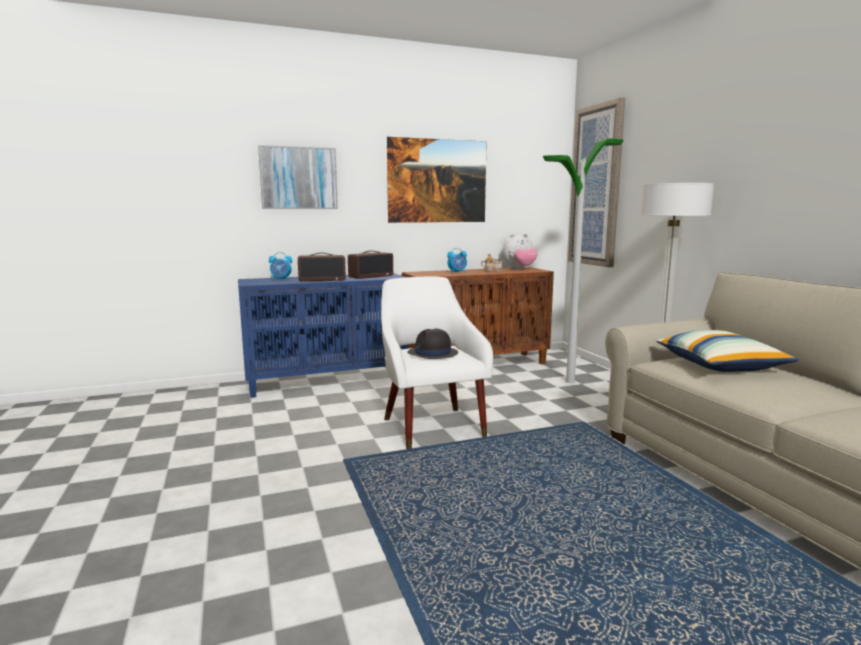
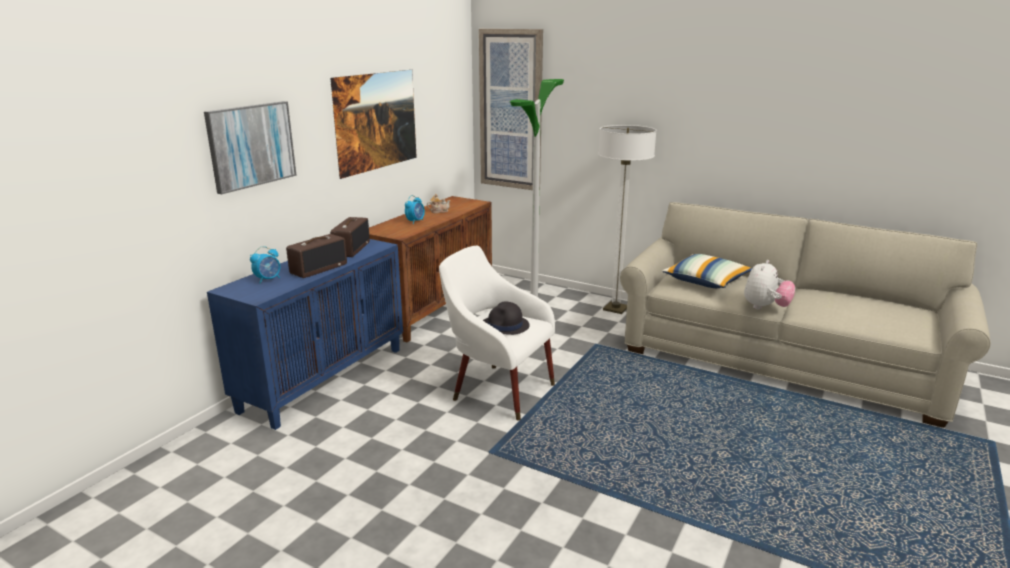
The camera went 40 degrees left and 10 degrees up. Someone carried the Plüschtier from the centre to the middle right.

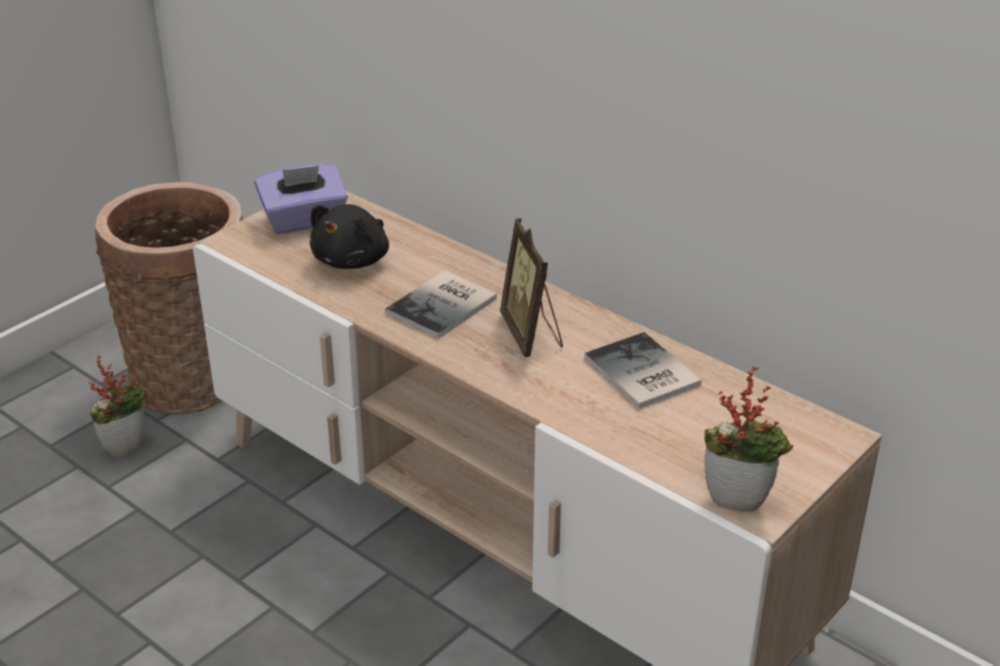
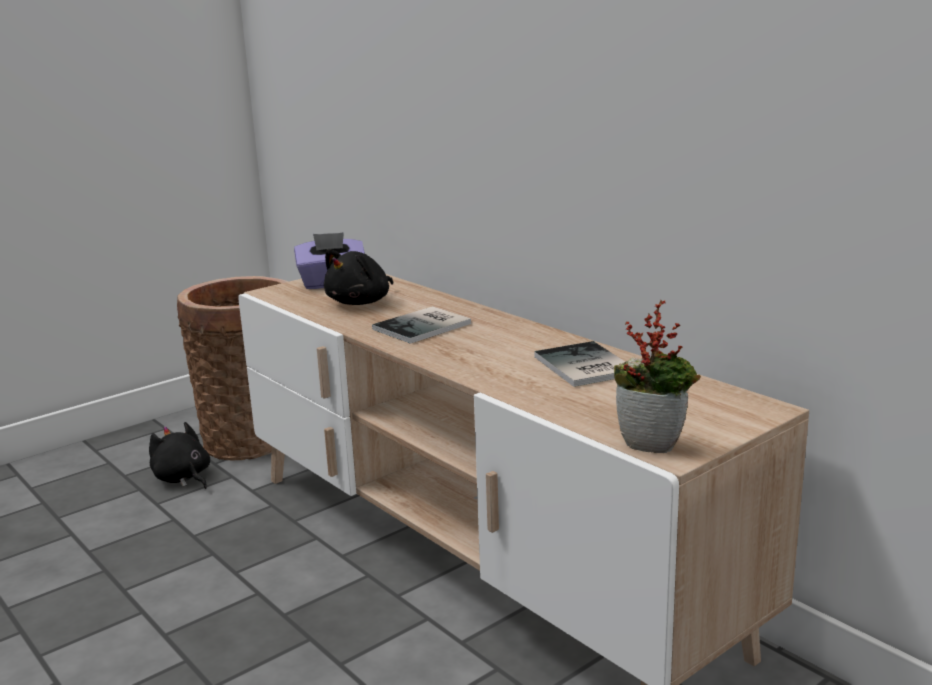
The camera went 10 degrees right and 15 degrees down. Someone swapped the Topfpflanze (no. 1 from left) at the middle left for the Plüschtier/schwarz (no. 1 from left) at the middle left. Someone took away the Bilderrahmen at the centre.

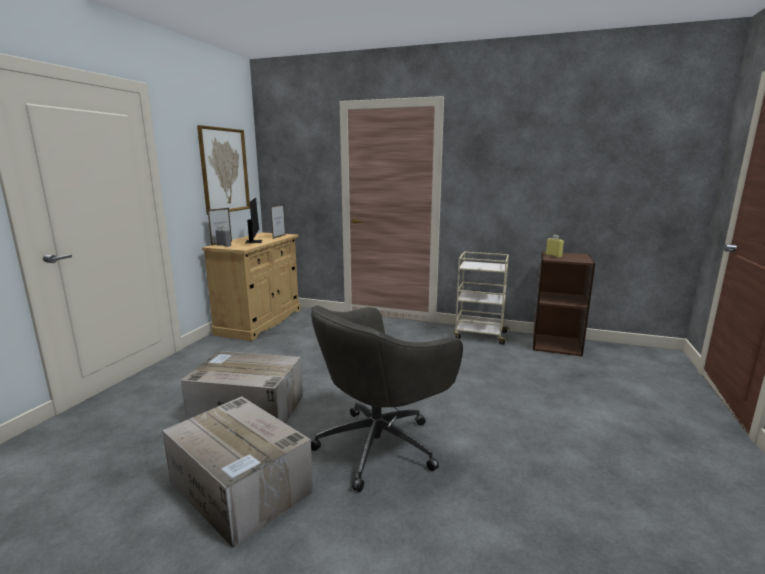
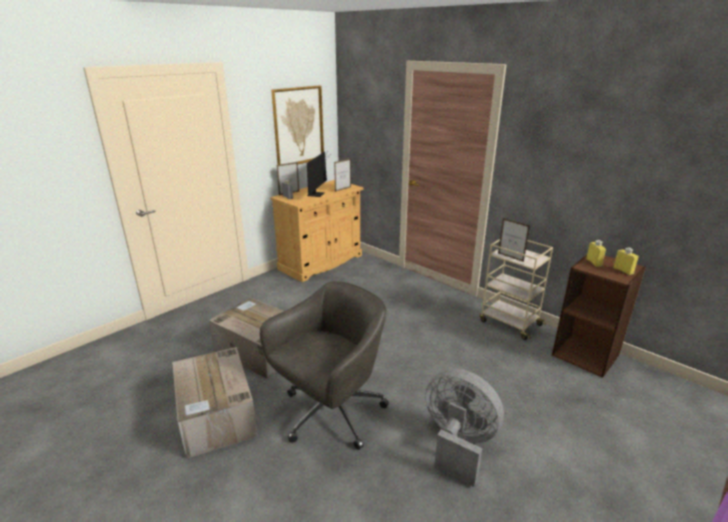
The camera went 25 degrees right and 10 degrees up. Someone rotated the Bürostuhl/grau at the bottom centre by 150 degrees clockwise. Someone put down the Ventilator/grau at the bottom centre. Someone put down the Bilderrahmen (no. 3 from left) at the middle right. Someone put down the Flasche/gelb (no. 2 from left) at the middle right.

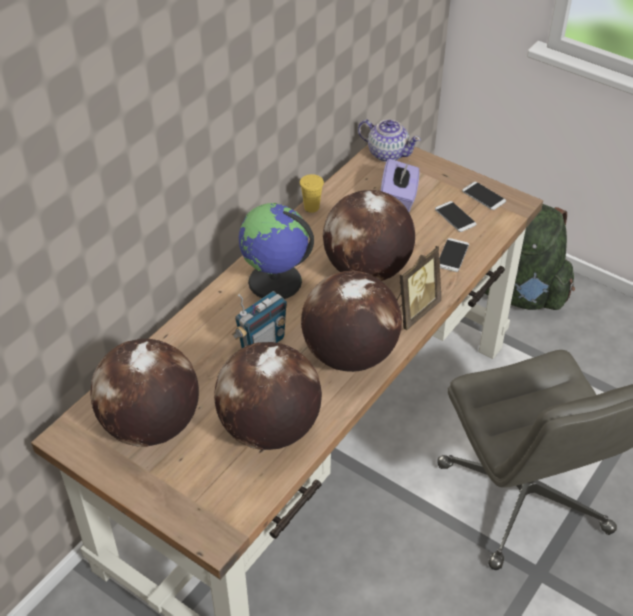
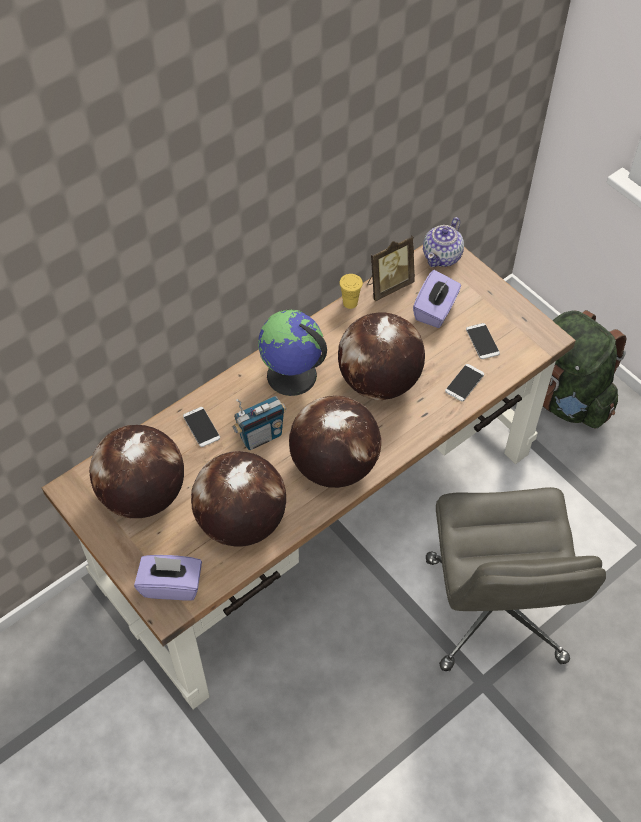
The camera went 15 degrees right and 10 degrees up. Someone rotated the Teekanne at the top centre by 75 degrees clockwise. Someone carried the Bilderrahmen from the centre to the top centre. Someone carried the Handy (no. 3 from left in the first image) from the top right to the middle left. Someone put down the Taschentuchbox/lila (no. 1 from left) at the bottom left.

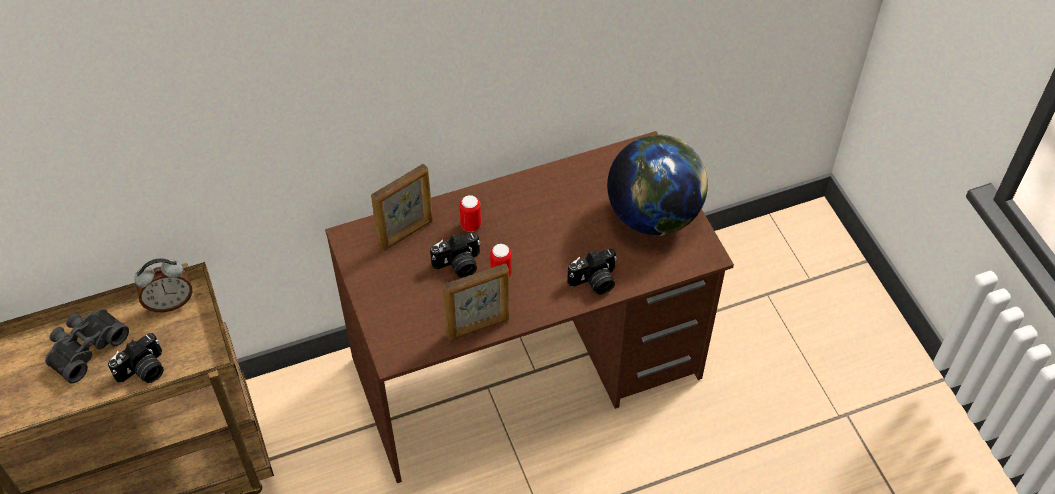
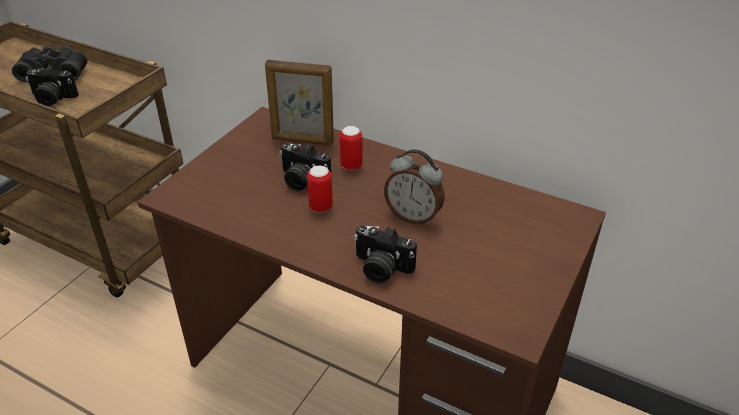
The camera went 50 degrees right and 15 degrees down. Someone carried the Wecker from the middle left to the centre. Someone took away the Bilderrahmen (no. 2 from left) at the centre. Someone took away the Globus at the centre.

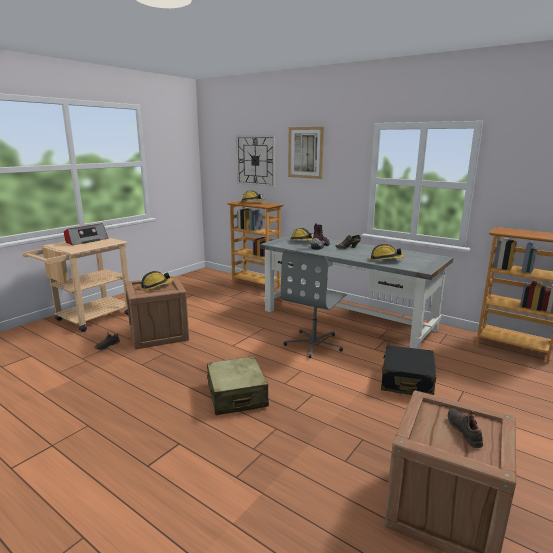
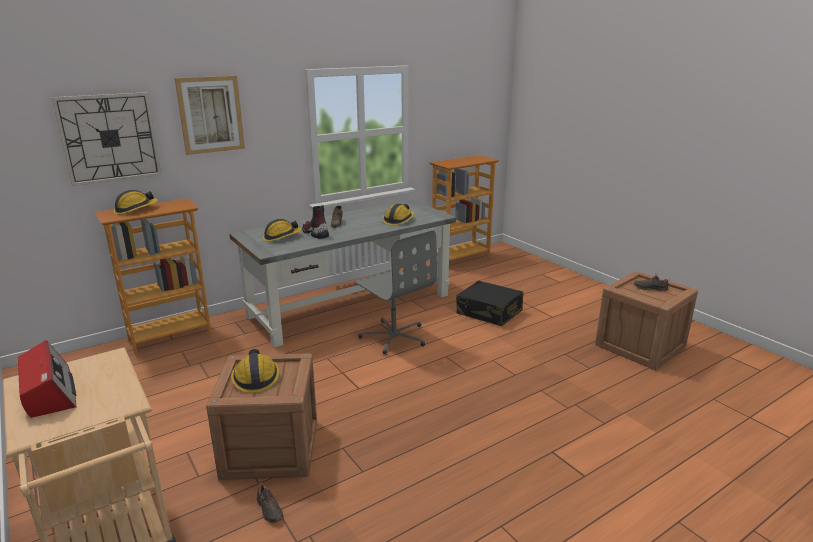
The camera went 70 degrees left and 5 degrees up. Someone took away the Koffer/beige at the bottom centre.

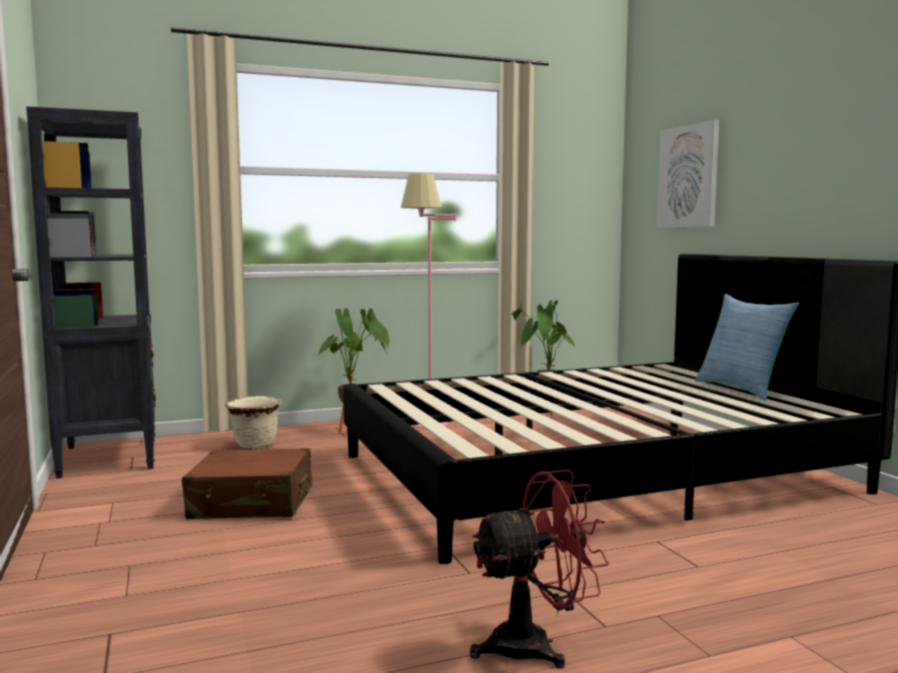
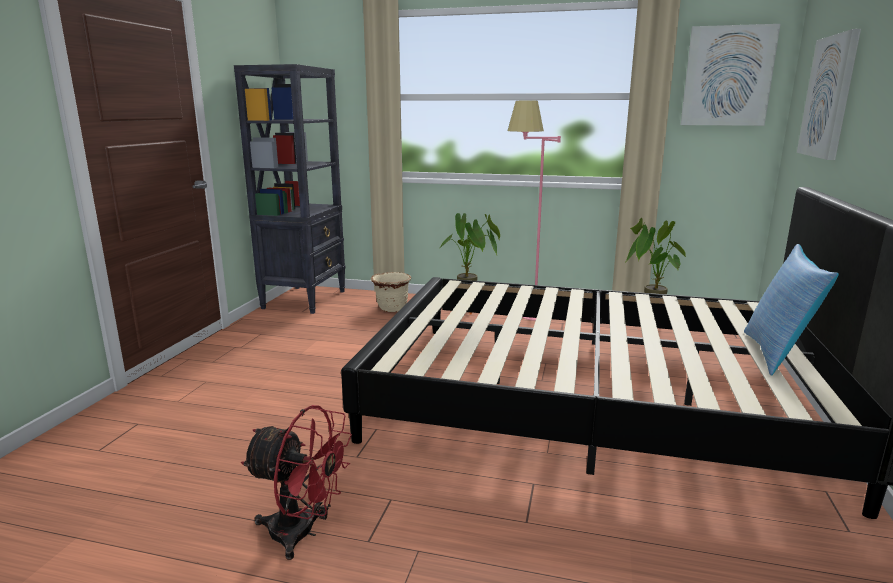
The camera went 35 degrees right and 10 degrees up. Someone took away the Koffer/braun at the bottom left. Someone put up the Bild (no. 1 from left) at the top right.

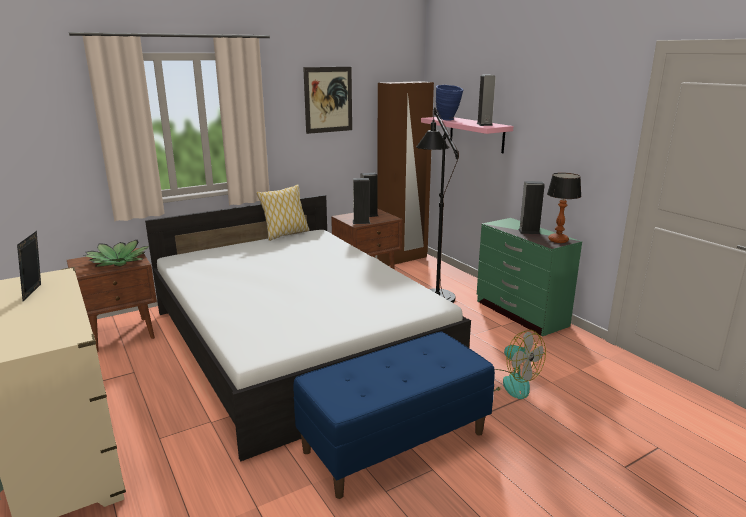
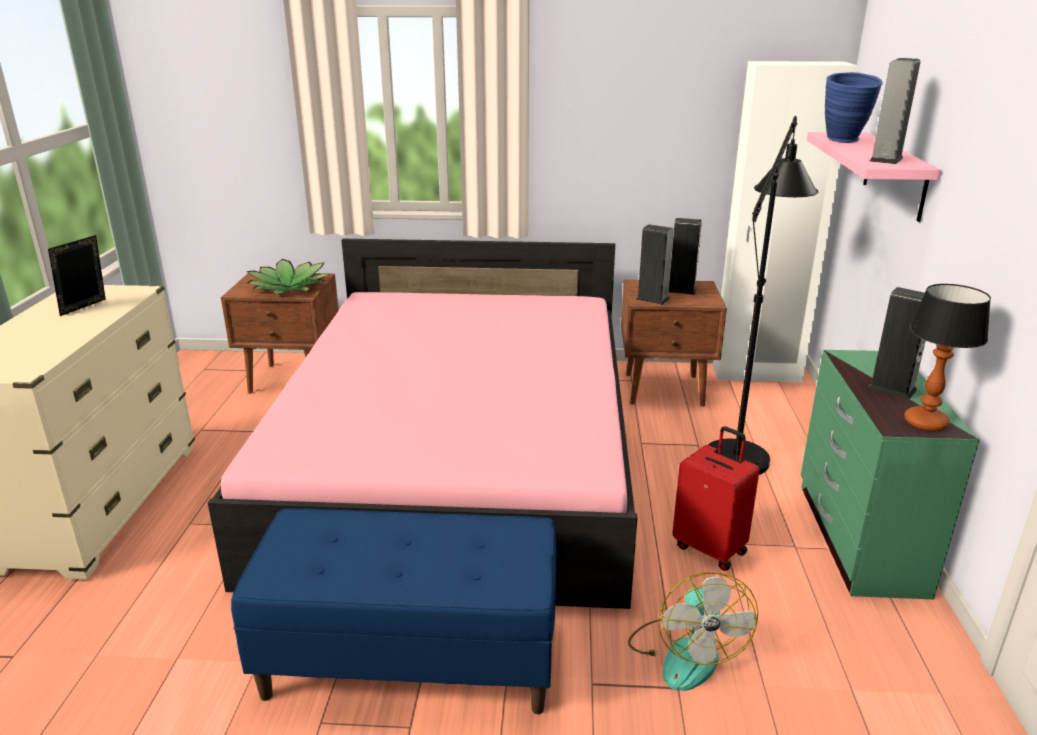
The camera went 35 degrees right and 5 degrees up. Someone repainted the Bett/weiß at the centre, which became the Bett/rosa at the centre. Someone took away the Kissen at the centre. Someone took away the Bild at the top centre. Someone repainted the Kleiderschrank/braun at the centre, which became the Kleiderschrank/weiß at the top right. Someone put down the Koffer/rot at the bottom right.

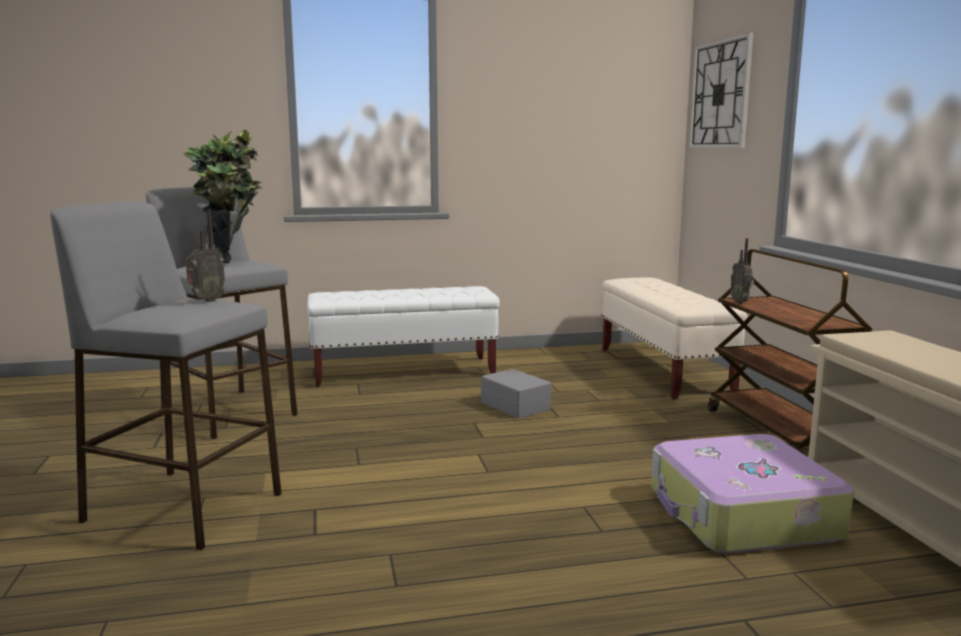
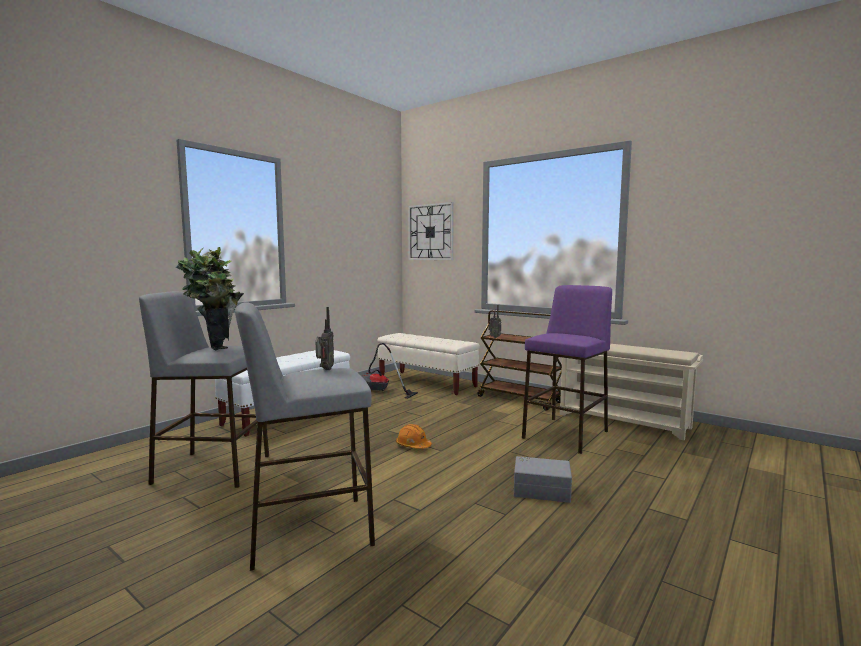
The camera went 40 degrees left and 5 degrees down. Someone carried the Aufbewahrungsbox/grau from the centre to the bottom centre. Someone swapped the Koffer at the bottom right for the Hocker/lila at the centre. Someone put down the Staubsauger at the centre. Someone put down the Schutzhelm/orange at the bottom centre.

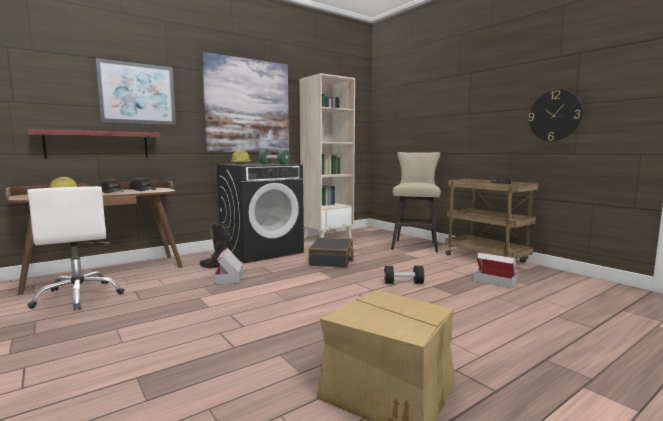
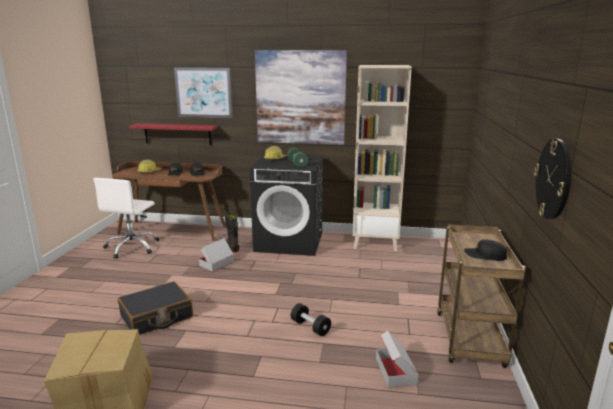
The camera went 45 degrees right and 10 degrees up. Someone carried the Koffer/schwarz from the centre to the bottom left. Someone took away the Hocker/beige at the centre.

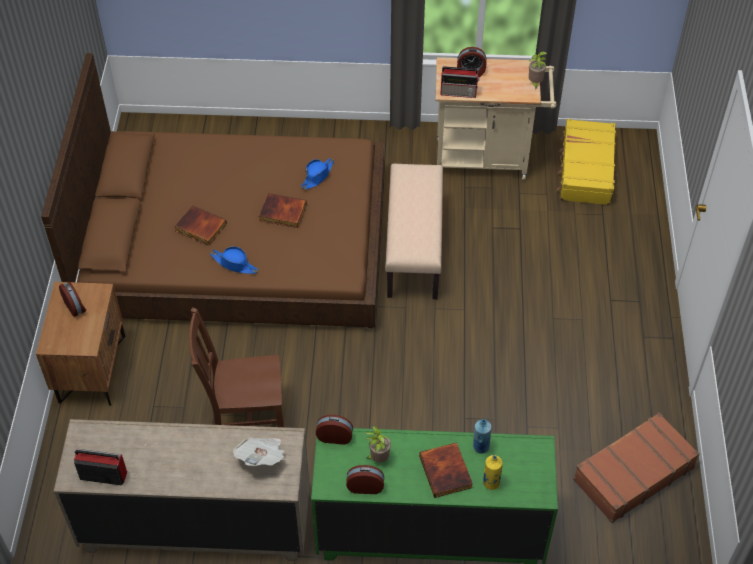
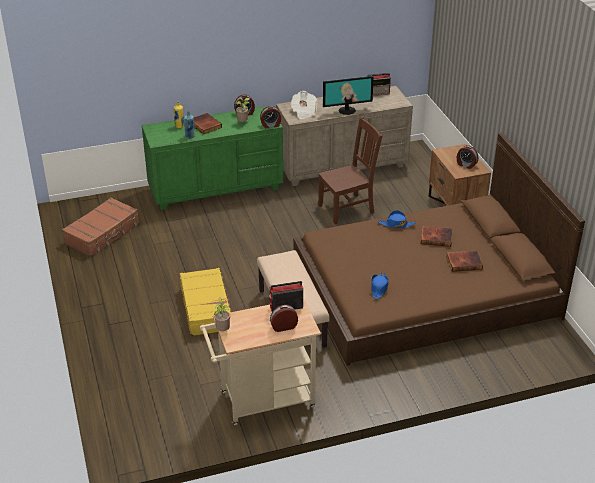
The camera went 160 degrees right and 15 degrees down. Someone carried the Buch (no. 2 from left in the first image) from the centre to the middle right. Someone carried the Koffer/gelb from the top right to the centre. Someone put down the Monitor at the top centre.

